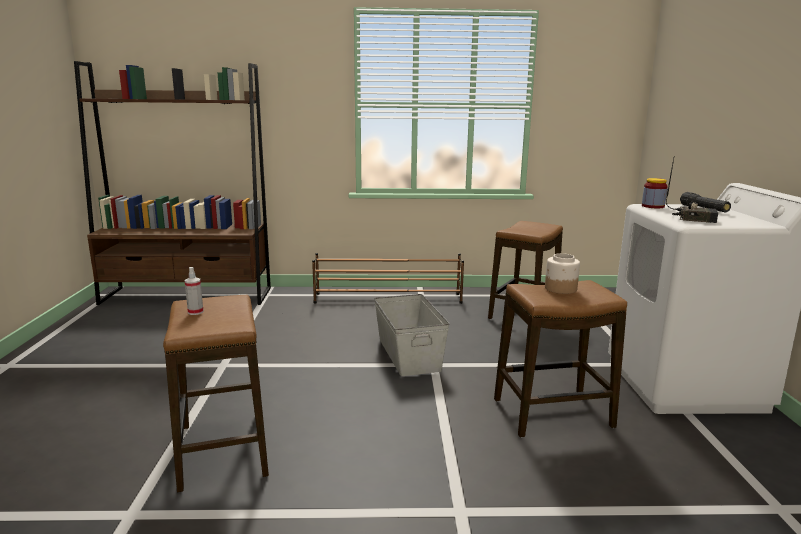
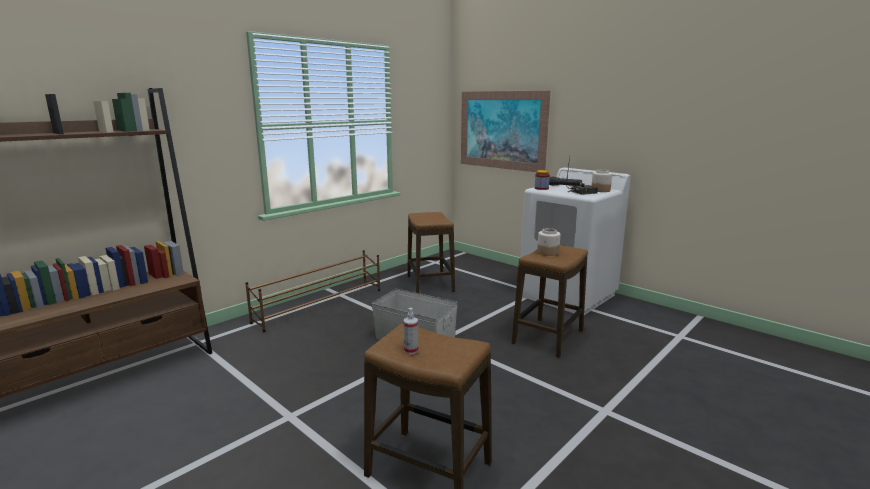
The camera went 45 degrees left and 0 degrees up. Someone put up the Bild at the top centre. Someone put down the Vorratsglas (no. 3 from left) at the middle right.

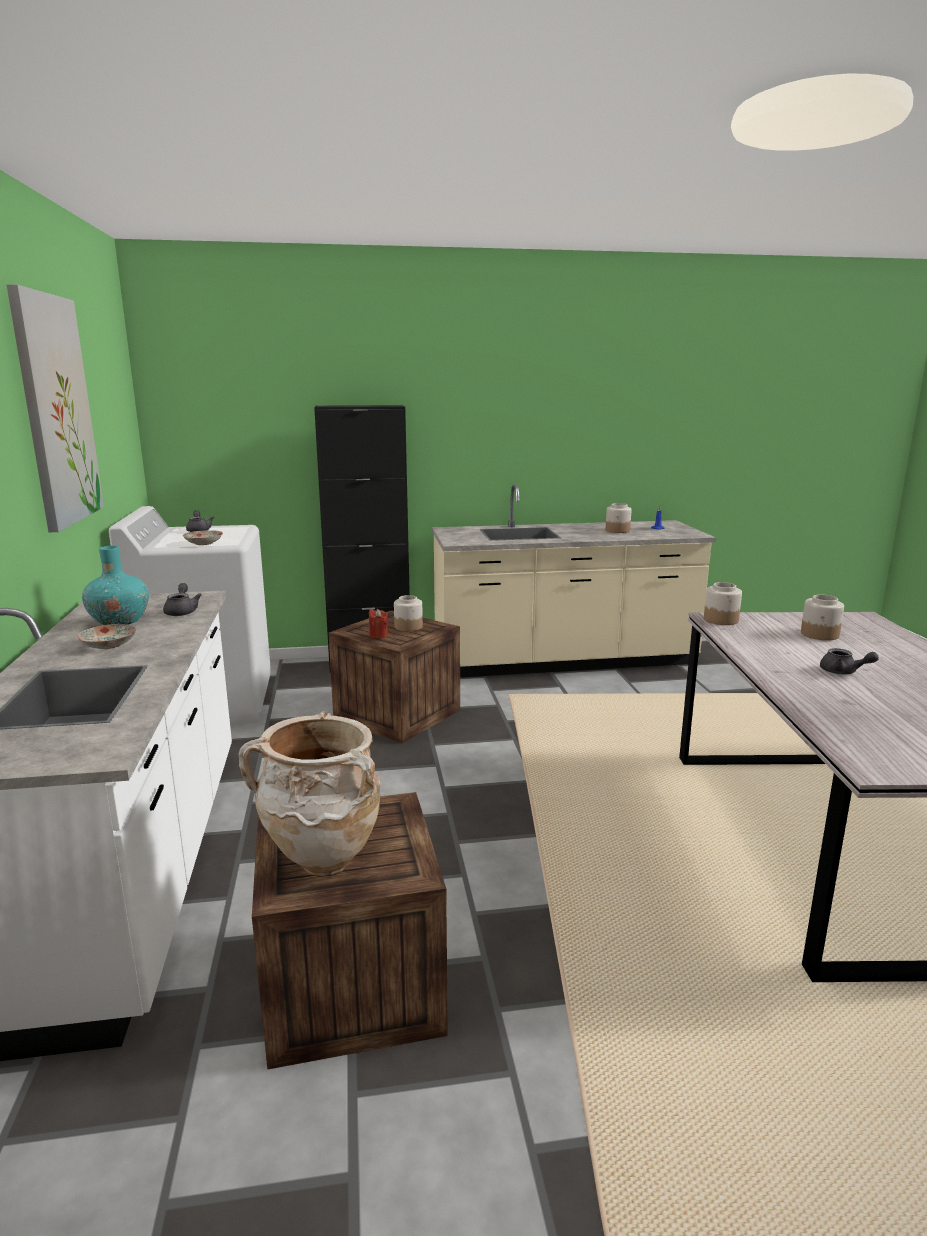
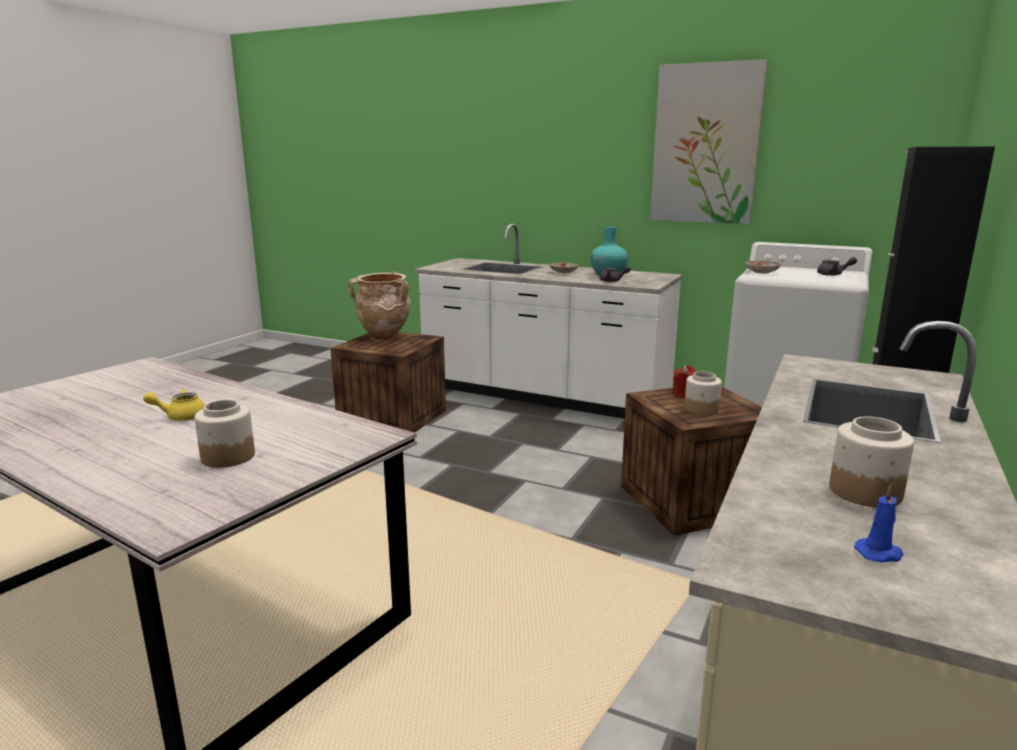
The camera went 125 degrees right and 0 degrees up. Someone took away the Vorratsglas (no. 3 from left) at the middle right. Someone repainted the Teekanne/grau (no. 3 from left) at the middle right, which became the Teekanne/gelb at the middle left.

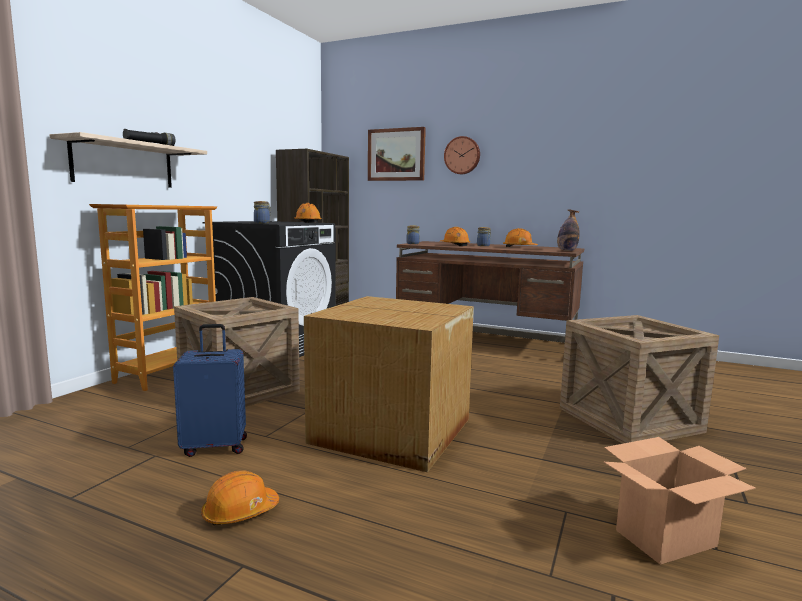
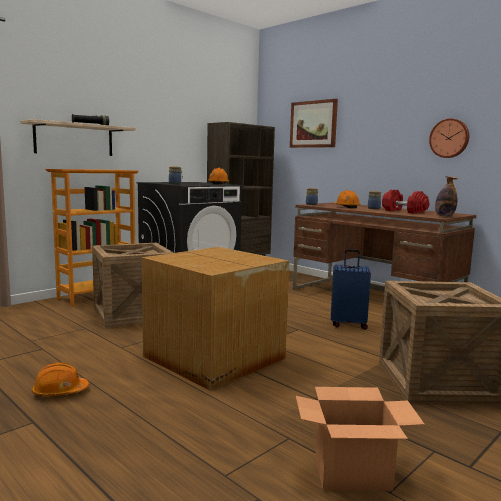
The camera went 20 degrees right and 0 degrees up. Someone carried the Koffer/blau from the middle left to the middle right. Someone carried the Wanduhr from the top centre to the top right. Someone swapped the Schutzhelm/orange (no. 4 from left) at the centre for the Hantel/rot at the middle right.

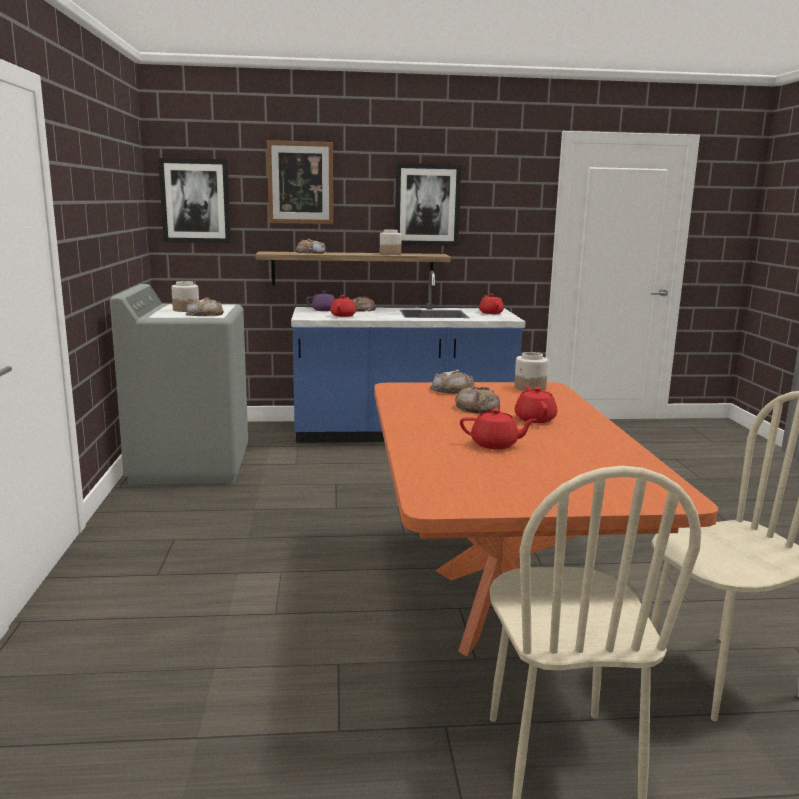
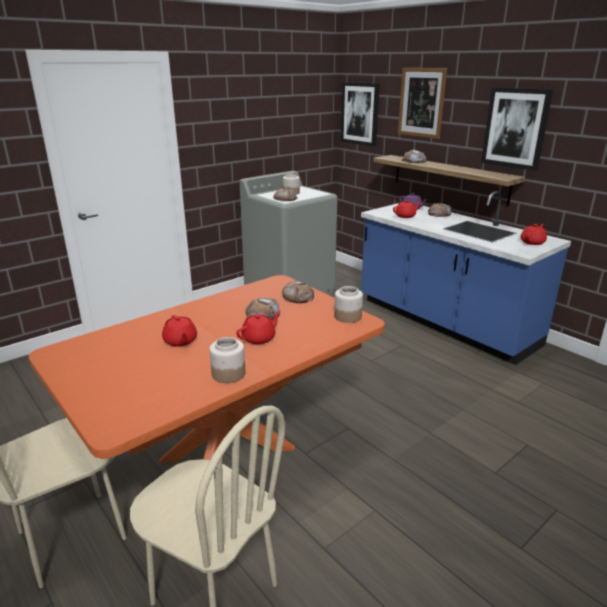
The camera went 55 degrees right and 10 degrees up. Someone carried the Vorratsglas (no. 2 from left in the first image) from the top centre to the centre.

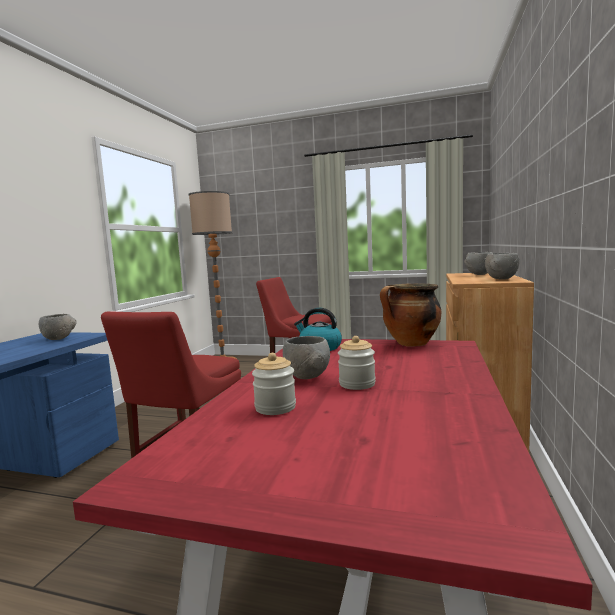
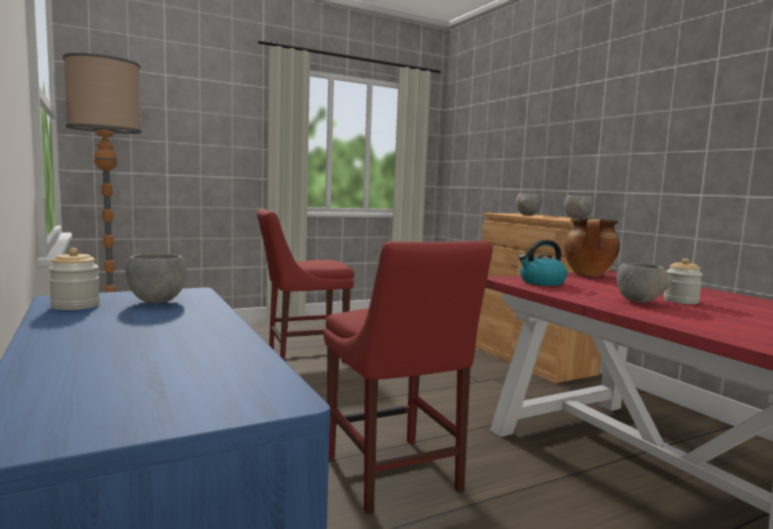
The camera went 45 degrees left and 0 degrees up. Someone carried the Vorratsglas (no. 1 from left) from the centre to the middle left.

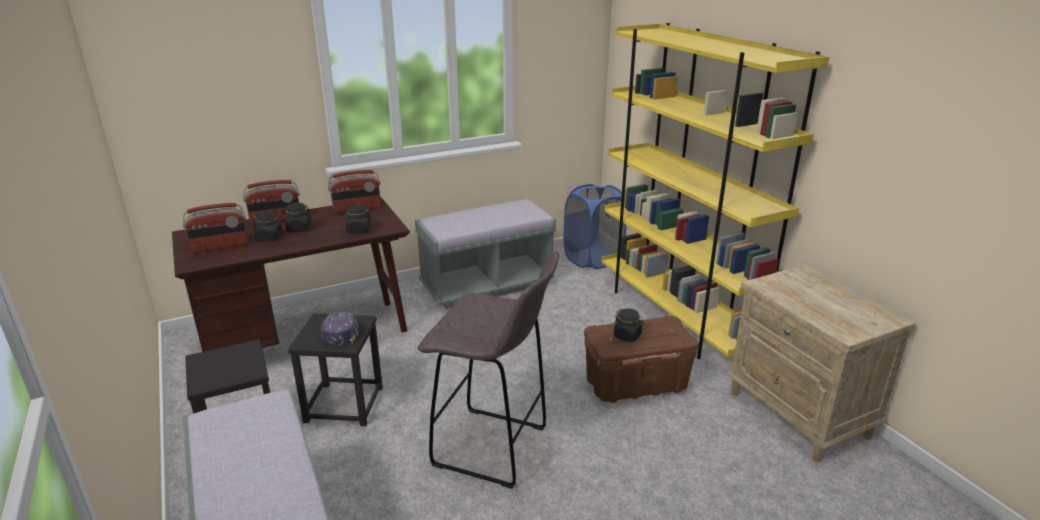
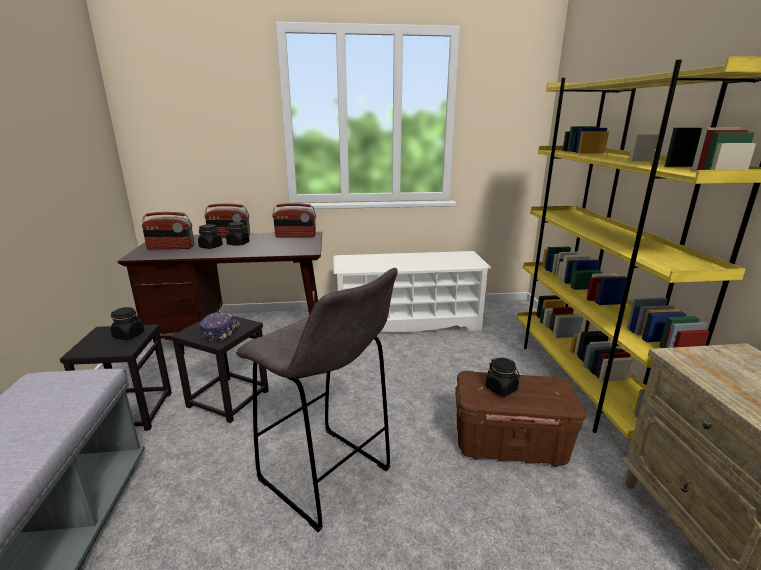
The camera went 20 degrees right and 5 degrees down. Someone carried the Vorratsglas/schwarz (no. 3 from left in the first image) from the centre to the middle left. Someone swapped the Bank/grau (no. 2 from left) at the centre for the Schuhregal/weiß at the centre. Someone took away the Wäschekorb/blau at the centre.

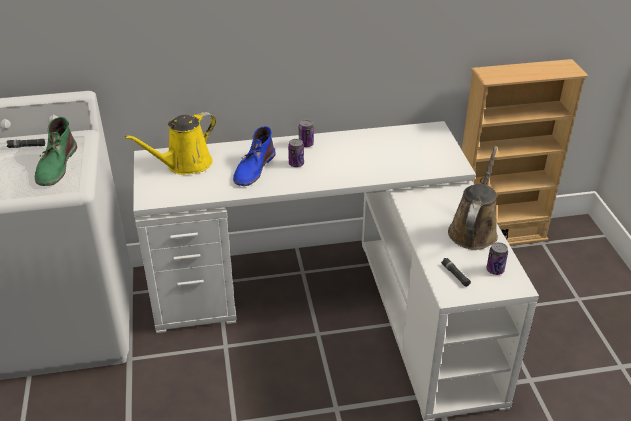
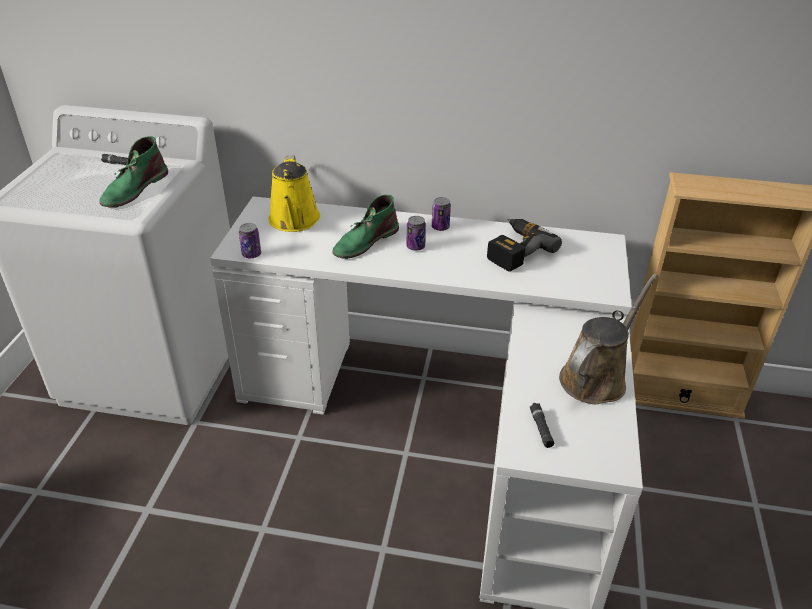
The camera went 20 degrees right and 0 degrees up. Someone rotated the Gießkanne/gelb at the middle left by 75 degrees counterclockwise. Someone repainted the Stiefel/blau at the centre, which became the Stiefel/grün (no. 2 from left) at the centre. Someone carried the Dose (no. 3 from left in the first image) from the middle right to the middle left. Someone put down the Bohrmaschine at the centre.

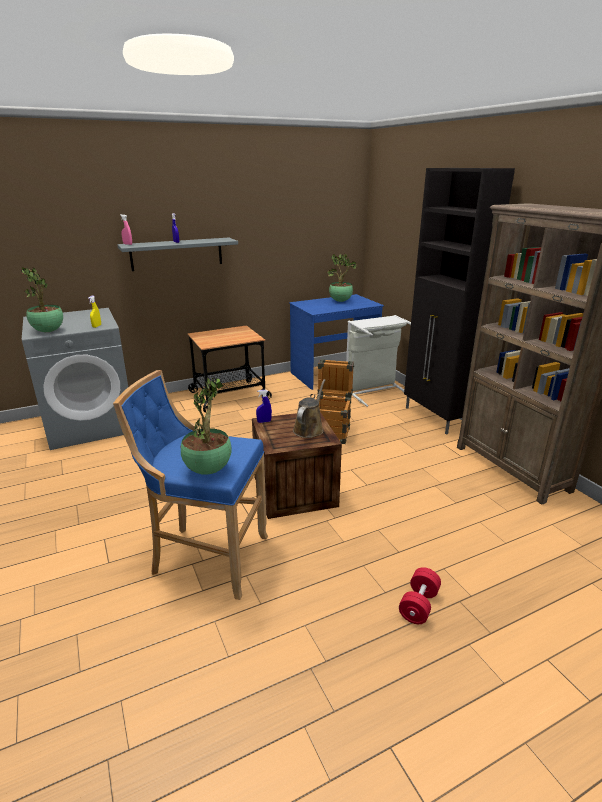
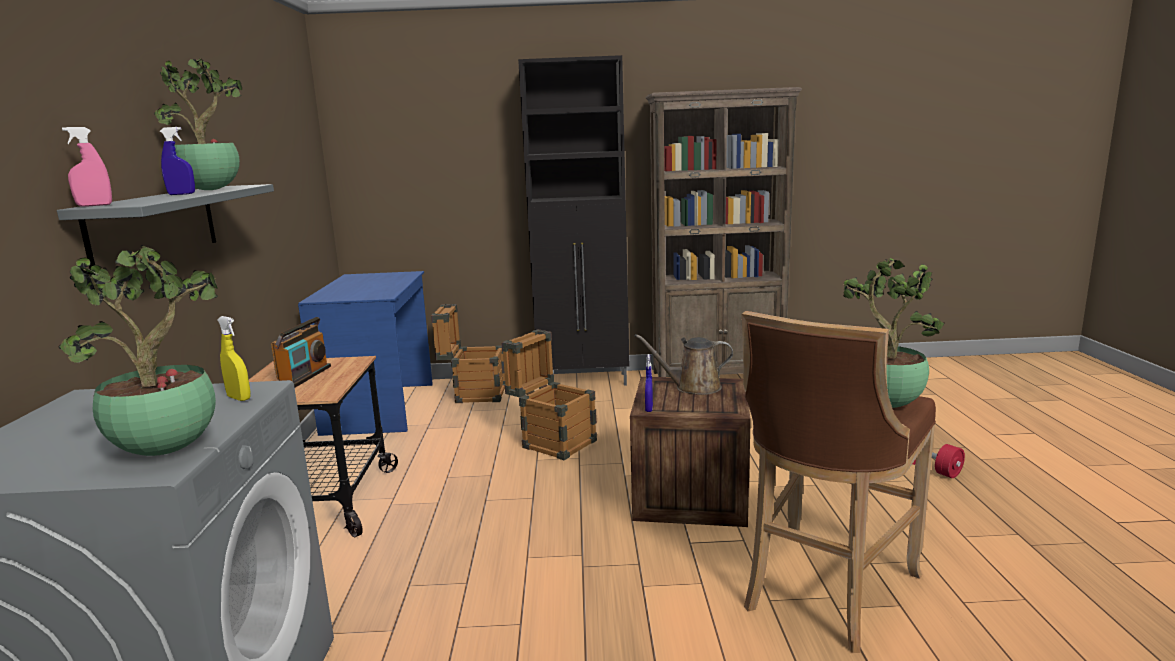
The camera went 65 degrees left and 10 degrees down. Someone repainted the Hocker/blau at the middle left, which became the Hocker/braun at the bottom right. Someone rotated the Gießkanne/braun at the centre by 45 degrees counterclockwise. Someone carried the Topfpflanze (no. 3 from left in the first image) from the centre to the top left. Someone swapped the Wäschekorb/grau at the centre for the Kiste (no. 1 from left) at the centre. Someone put down the Radio at the middle left.

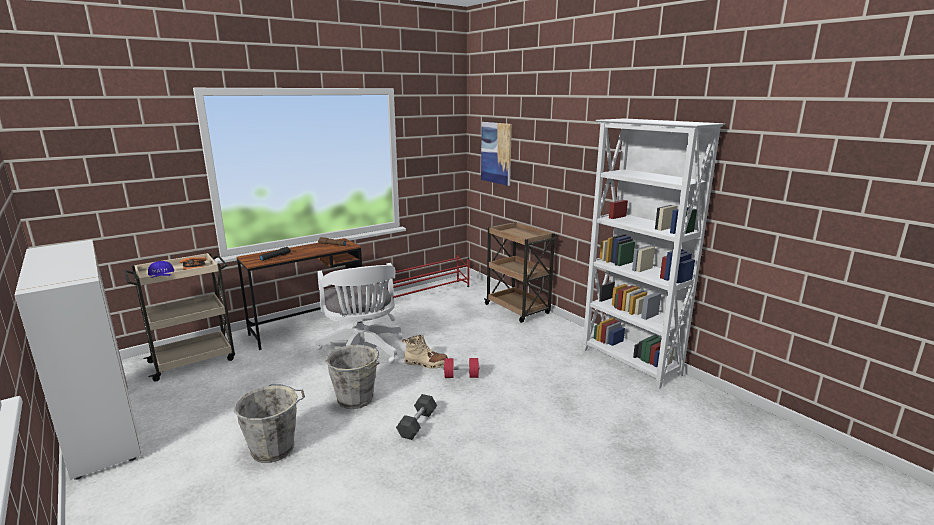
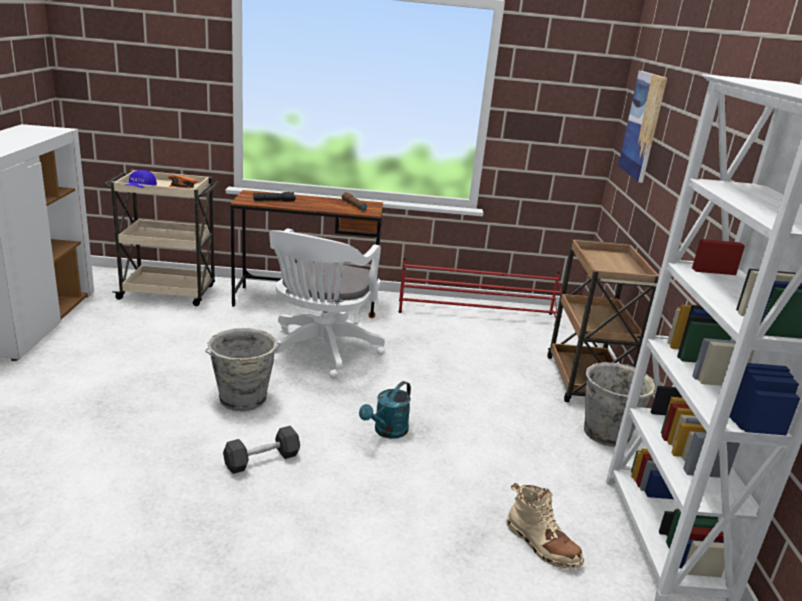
The camera went 35 degrees right and 5 degrees up. Someone carried the Eimer/grau (no. 1 from left in the first image) from the bottom left to the bottom right. Someone carried the Stiefel/beige from the bottom centre to the bottom right. Someone swapped the Hantel/rot at the bottom centre for the Gießkanne/türkis at the bottom centre.

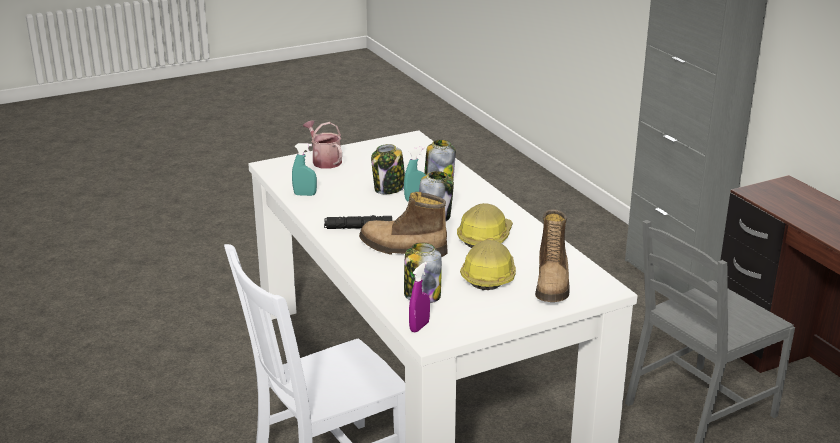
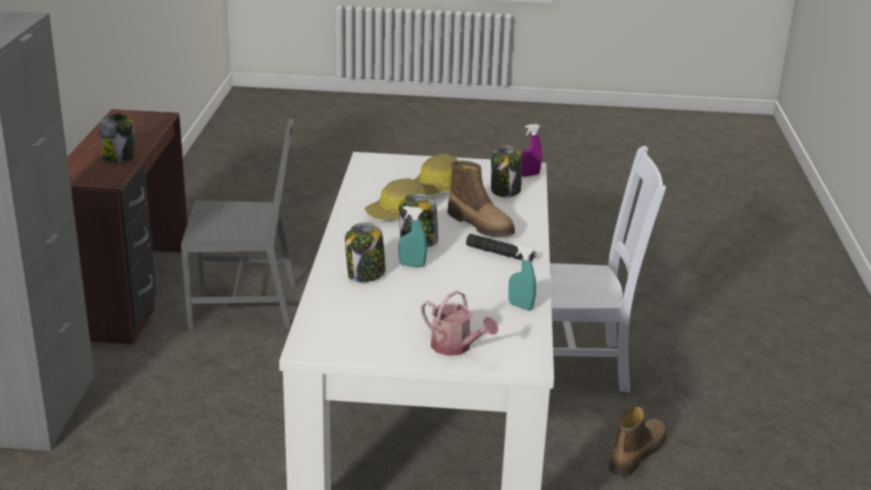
The camera went 150 degrees left and 0 degrees up. Someone rotated the Gießkanne at the top centre by 45 degrees counterclockwise. Someone carried the Vorratsglas (no. 1 from left) from the centre to the top left. Someone carried the Stiefel (no. 2 from left) from the centre to the bottom right.

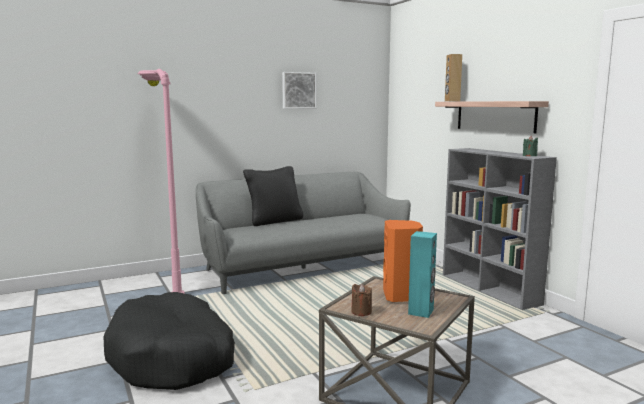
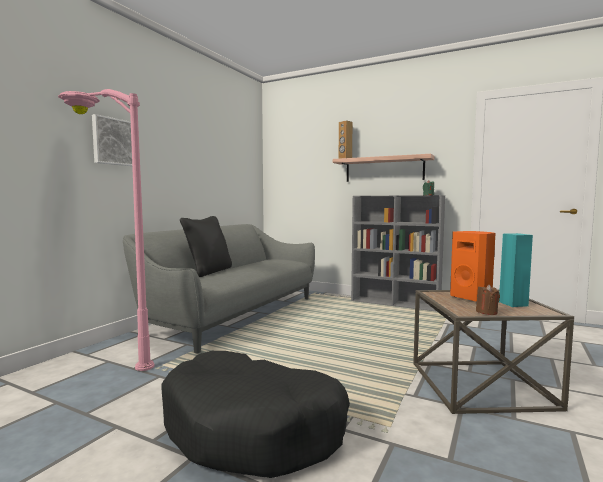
The camera went 35 degrees left and 5 degrees down. Someone carried the Bild from the top centre to the top left.

